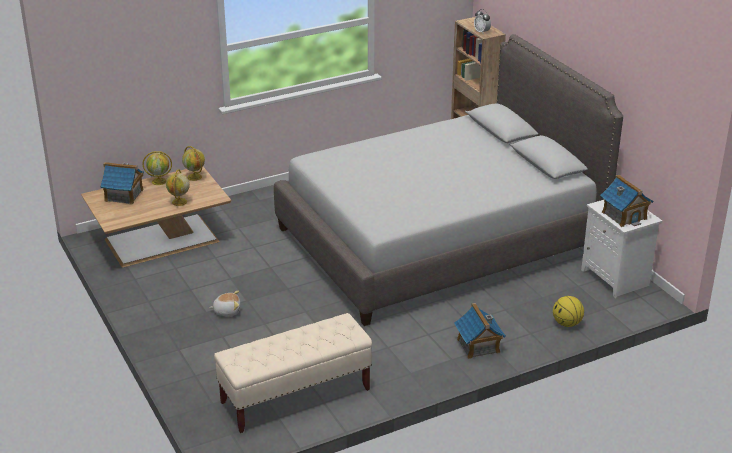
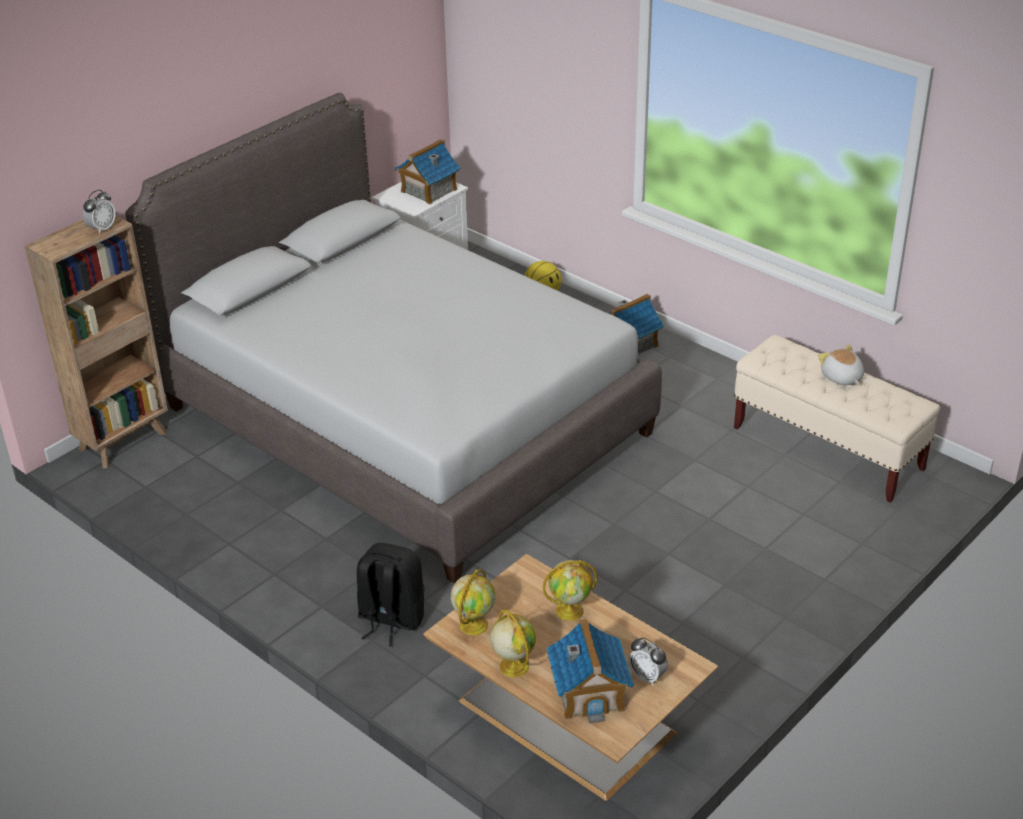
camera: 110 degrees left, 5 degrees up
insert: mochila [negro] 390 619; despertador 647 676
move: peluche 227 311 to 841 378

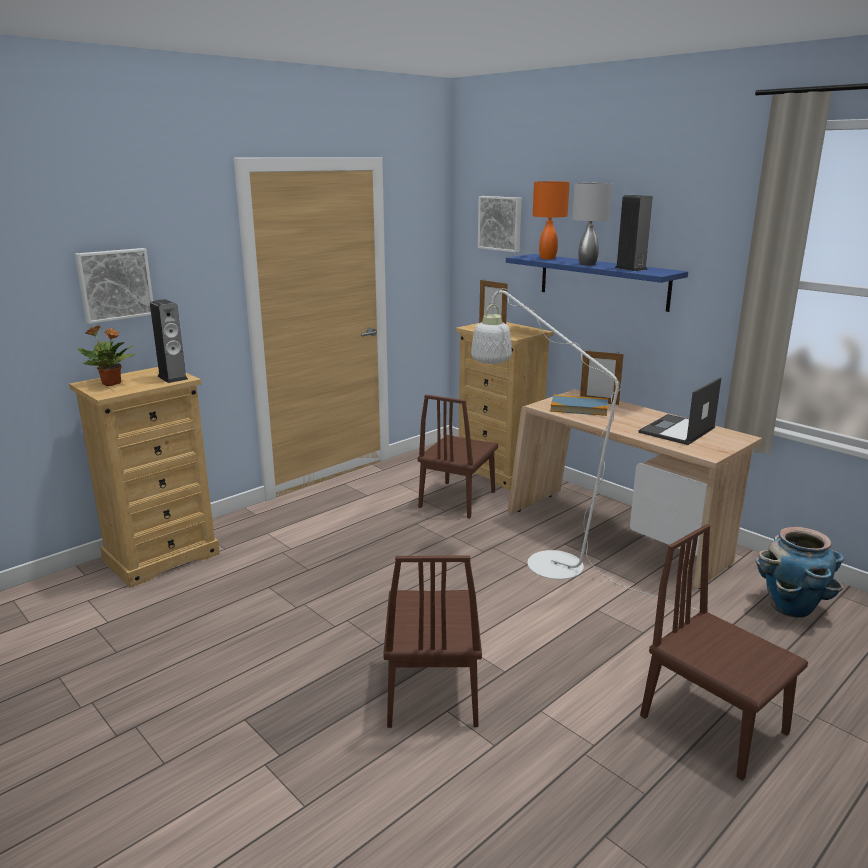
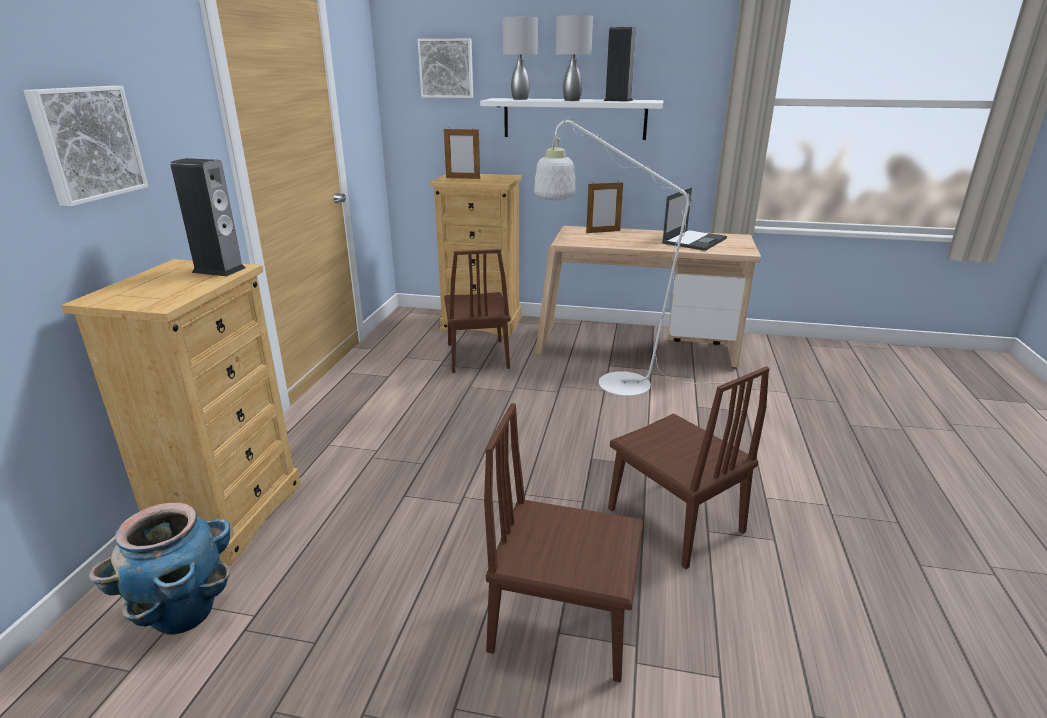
camera: 35 degrees left, 5 degrees up
delete: planta en maceta 112 384; libro 579 408
move: silla [marrón] 713 724 to 563 623; maceta 791 607 to 184 613
recolor: estante [azul] 603 281 to estante [blanco] 574 118; lámpara de mesa [naranja] 548 258 to lámpara de mesa [gris] 520 99
rotate: portátil 677 430 = 694 240 150 degrees counterclockwise

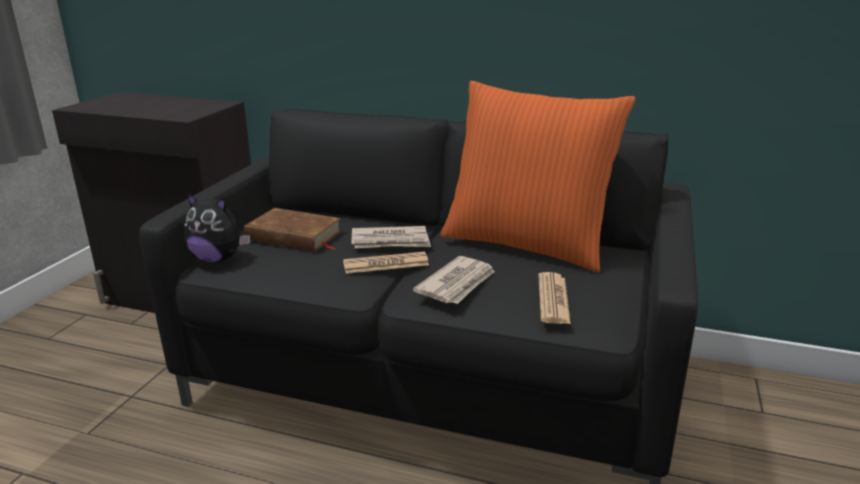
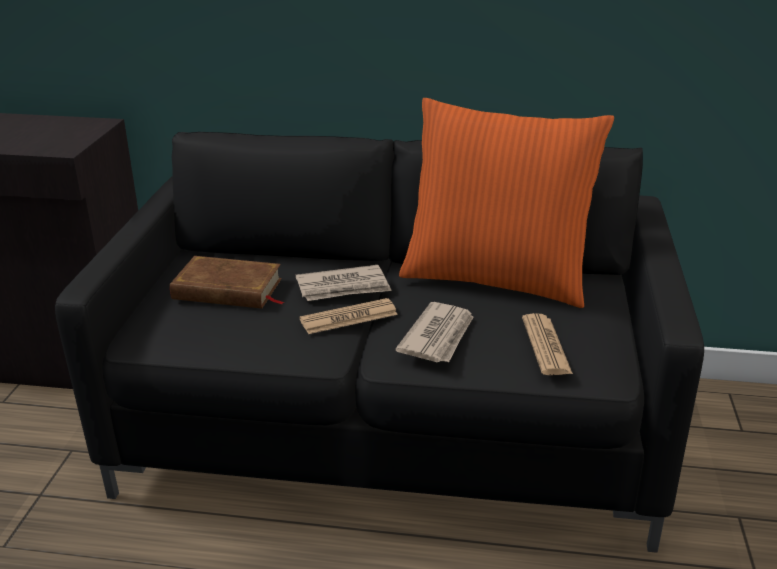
camera: 10 degrees left, 5 degrees up
delete: peluche 218 259

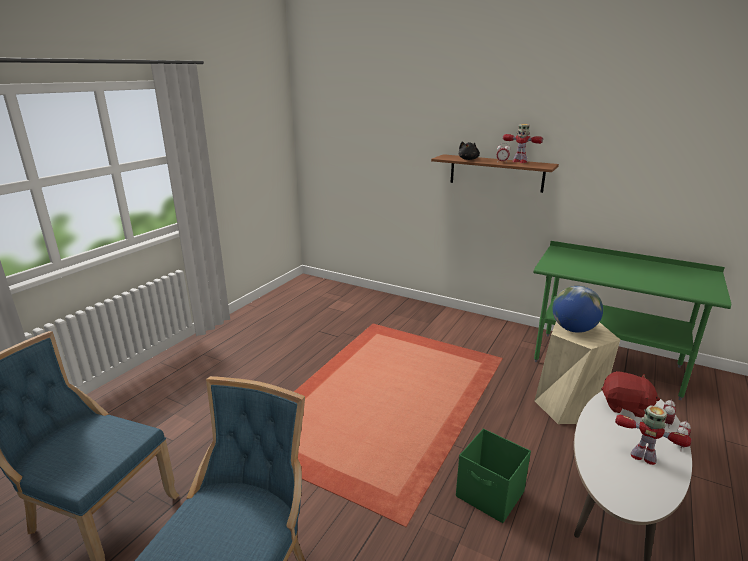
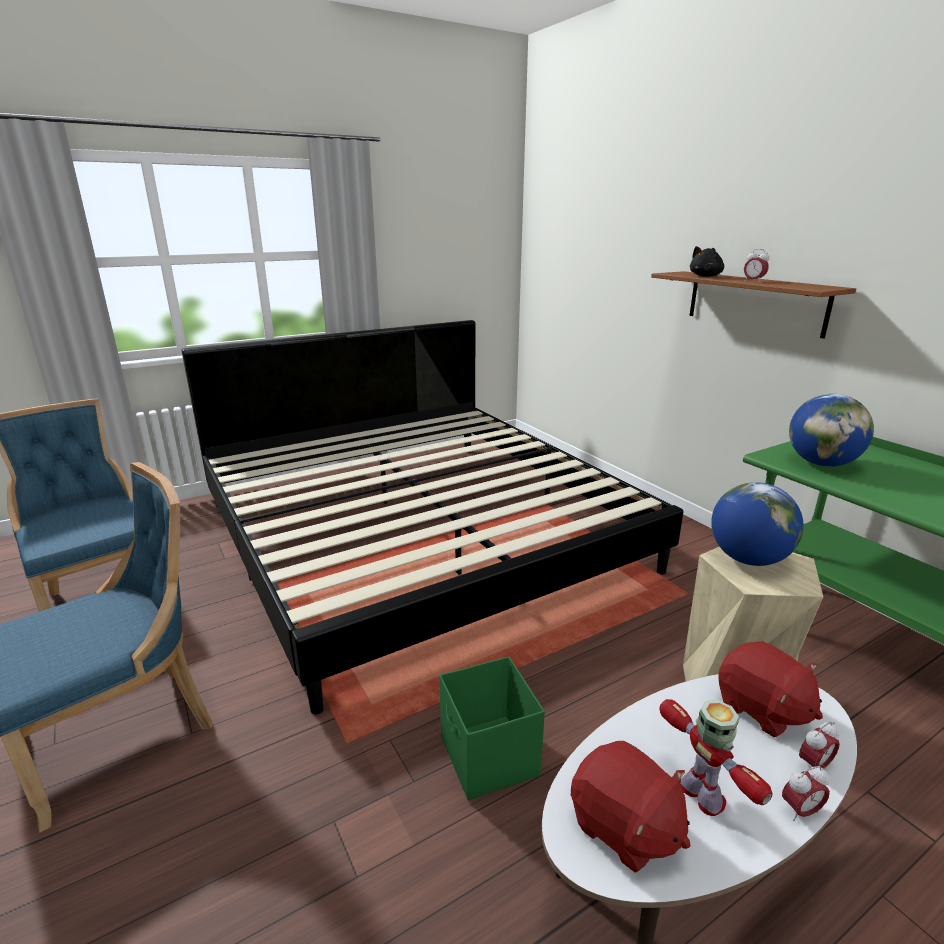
camera: 30 degrees right, 0 degrees up
delete: robot de juguete 519 161
insert: cama 418 534; peluche [rojo] 624 828; globo terráqueo 821 463

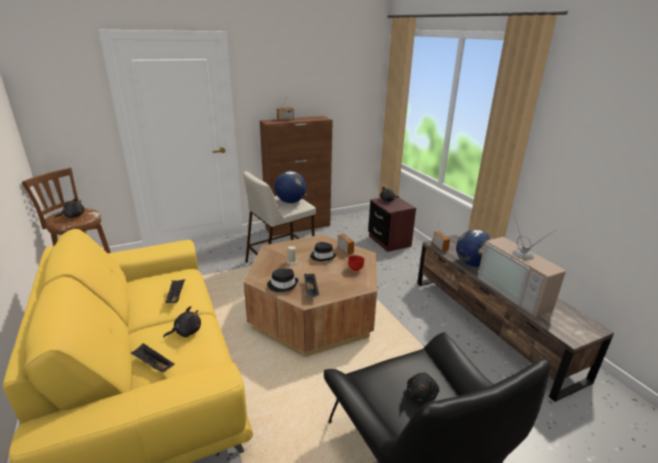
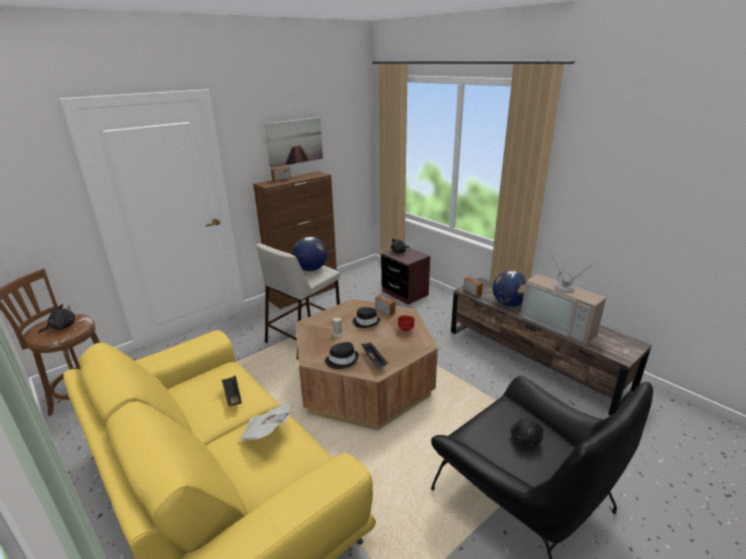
camera: 15 degrees left, 0 degrees up
delete: bandeja [negro] 153 364
insert: cuadro 294 141
replace: peluche [negro] 186 332 to periódico 267 433

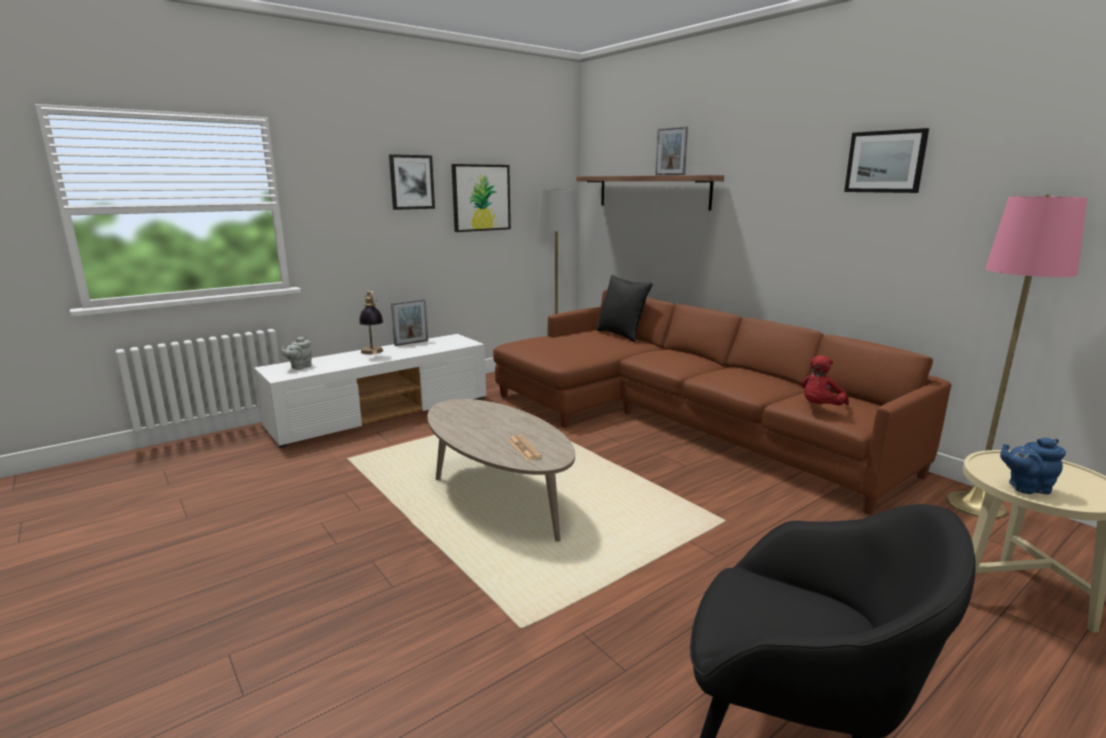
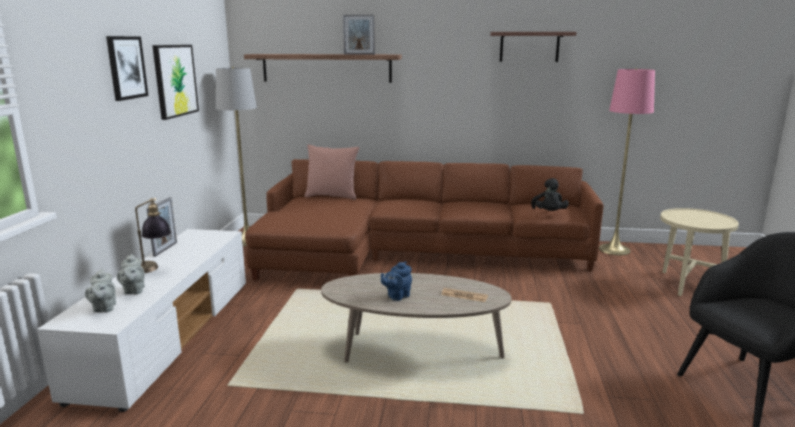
camera: 45 degrees left, 0 degrees up
insert: tetera [gris] 134 291
move: tetera [azul] 1026 488 to 397 296
replace: cuadro 885 162 to estante 529 47
recolor: cojín [negro] 621 335 to cojín [rosa] 332 196; peluche [rojo] 820 408 to peluche [negro] 549 213

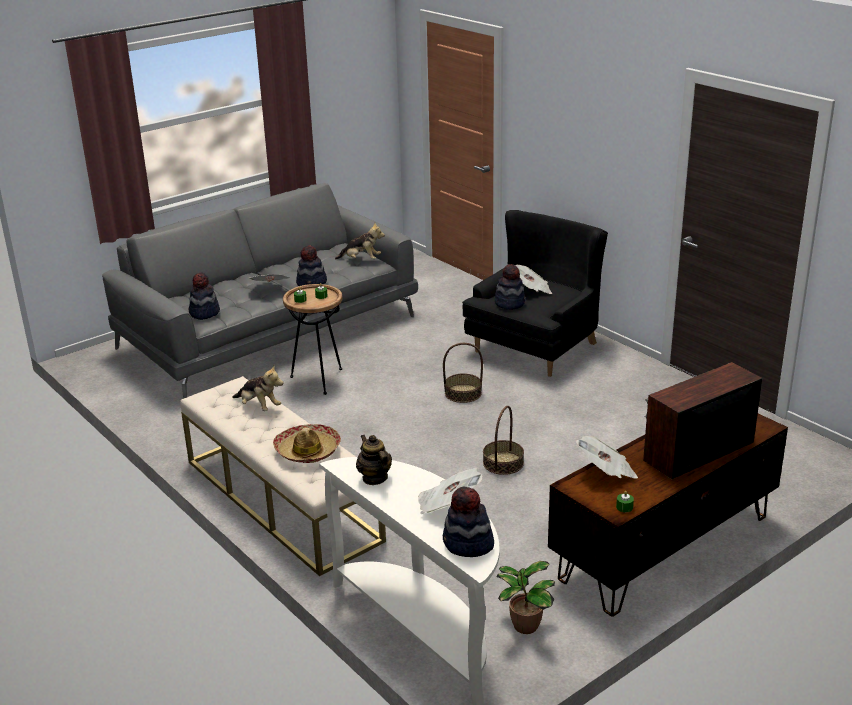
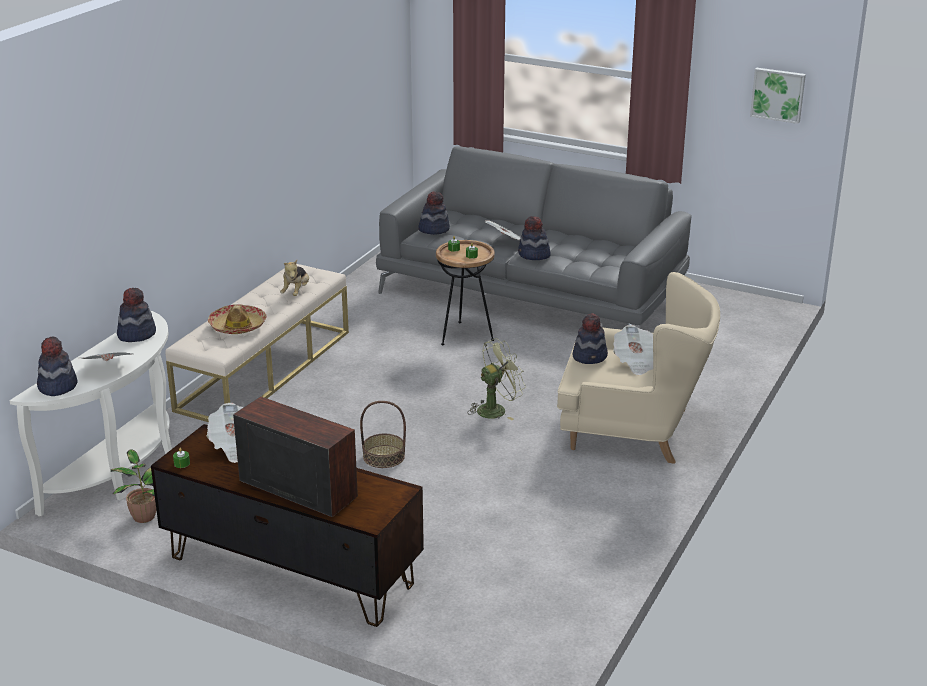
camera: 65 degrees right, 0 degrees up
delete: peluche 361 260
insert: cuadro 778 94
replace: tetera 374 478 to sombrero 136 334; cesta 463 393 to ventilador [verde] 496 409
recolor: sillón [negro] 538 346 to sillón [beis] 633 429

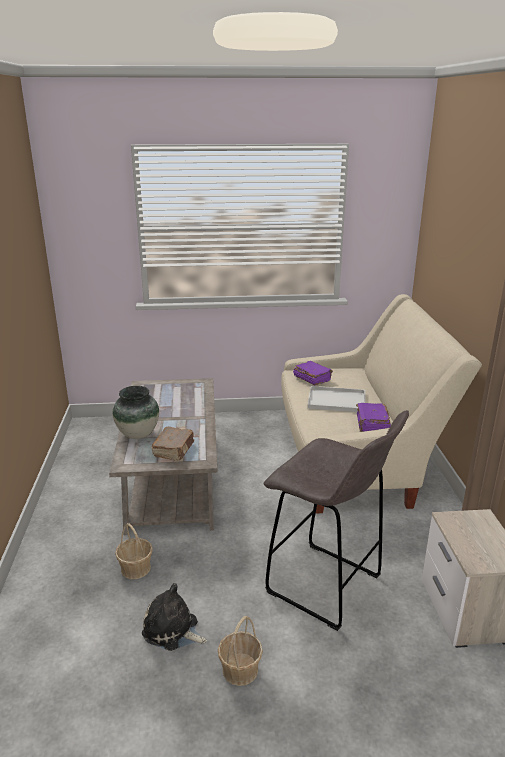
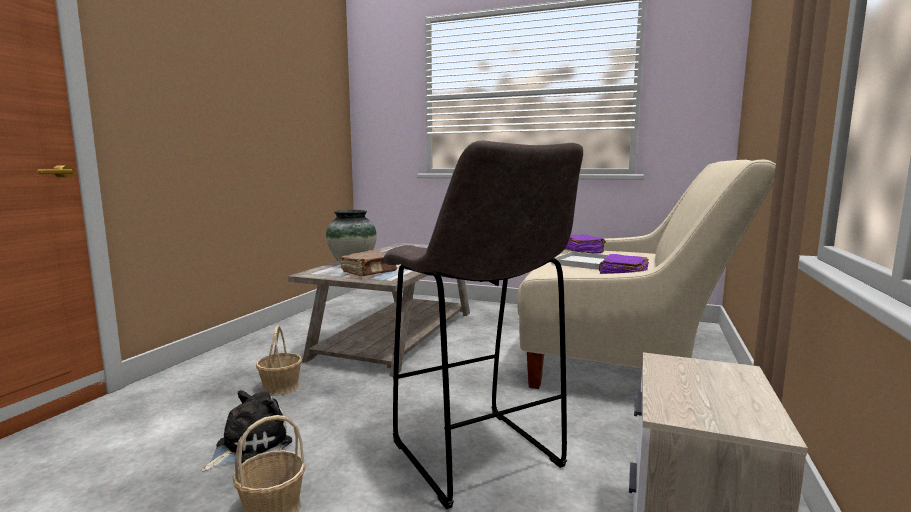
camera: 25 degrees right, 15 degrees down
rotate: peluche 173 630 = 249 446 75 degrees clockwise

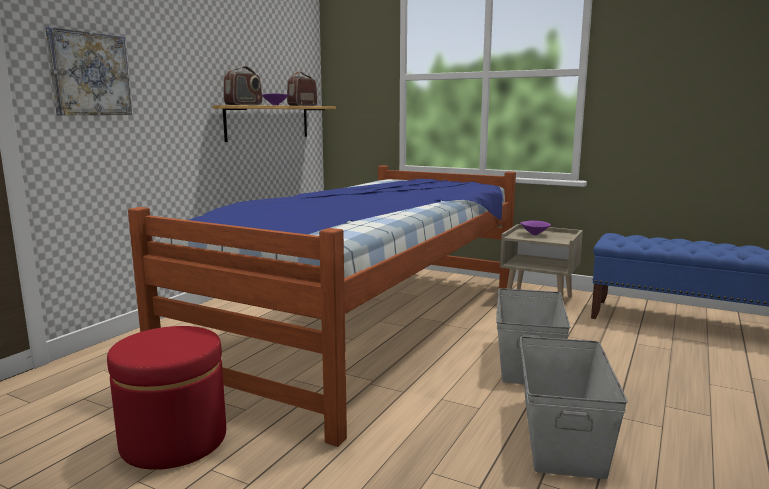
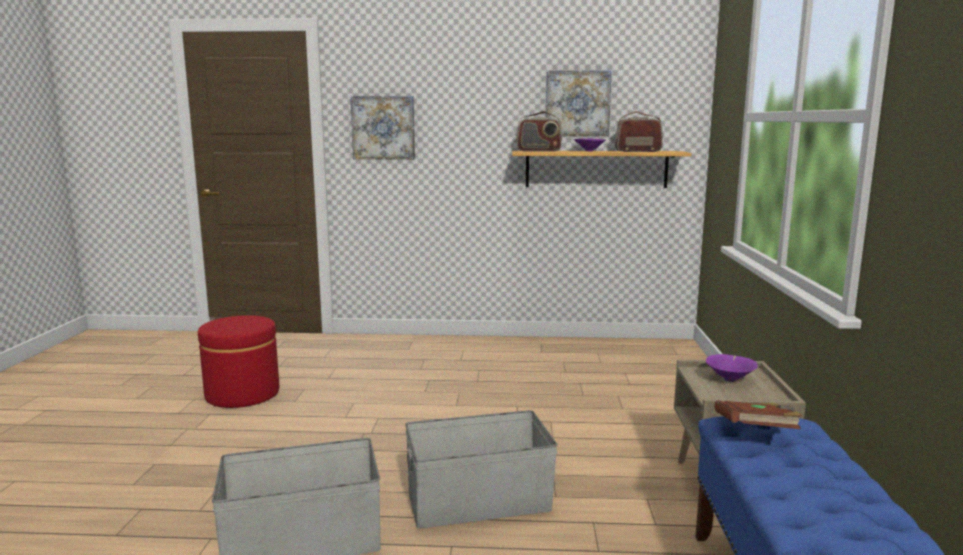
camera: 65 degrees right, 0 degrees up
delete: cama 365 325
insert: cuadro 577 103; libro [marrón] 755 432

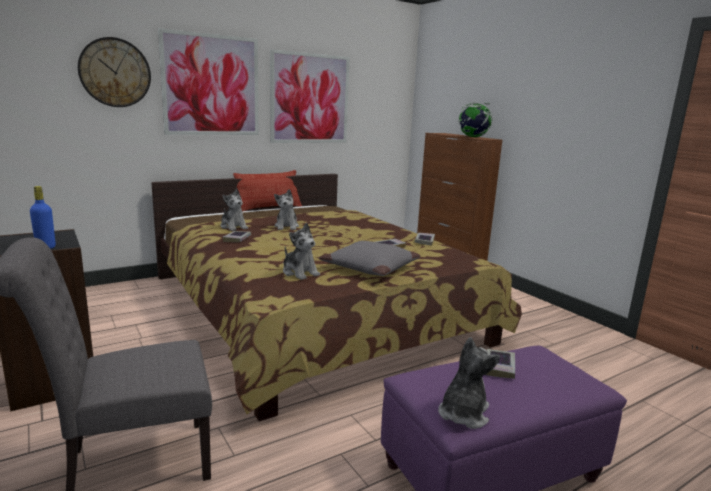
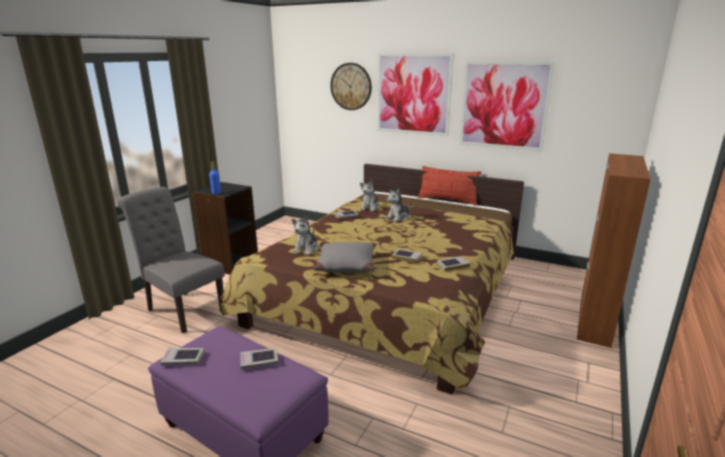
camera: 60 degrees right, 5 degrees up
delete: globo terráqueo 473 137
replace: peluche 463 414 to libro 183 359

